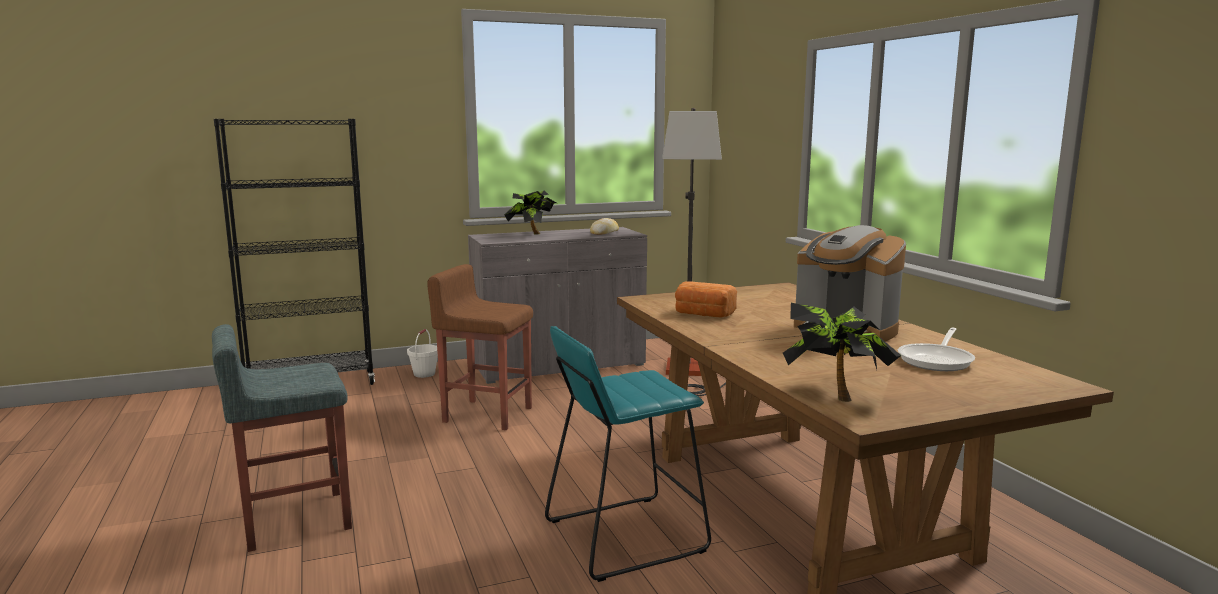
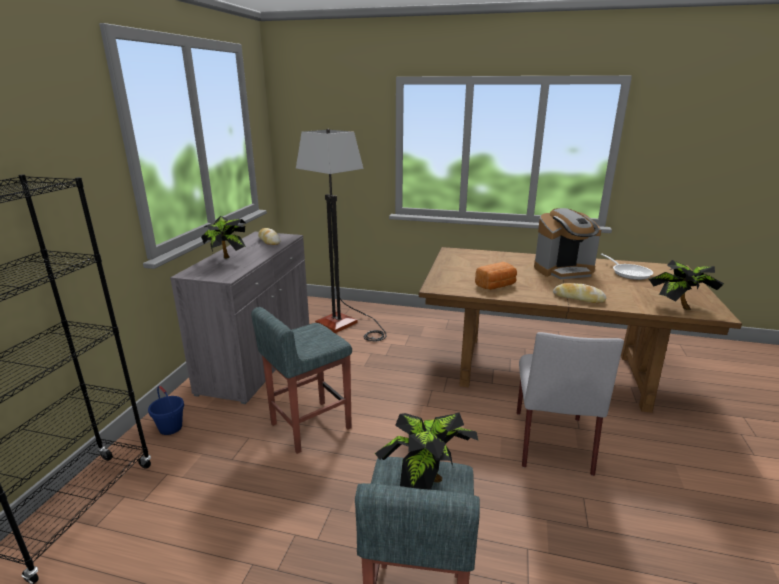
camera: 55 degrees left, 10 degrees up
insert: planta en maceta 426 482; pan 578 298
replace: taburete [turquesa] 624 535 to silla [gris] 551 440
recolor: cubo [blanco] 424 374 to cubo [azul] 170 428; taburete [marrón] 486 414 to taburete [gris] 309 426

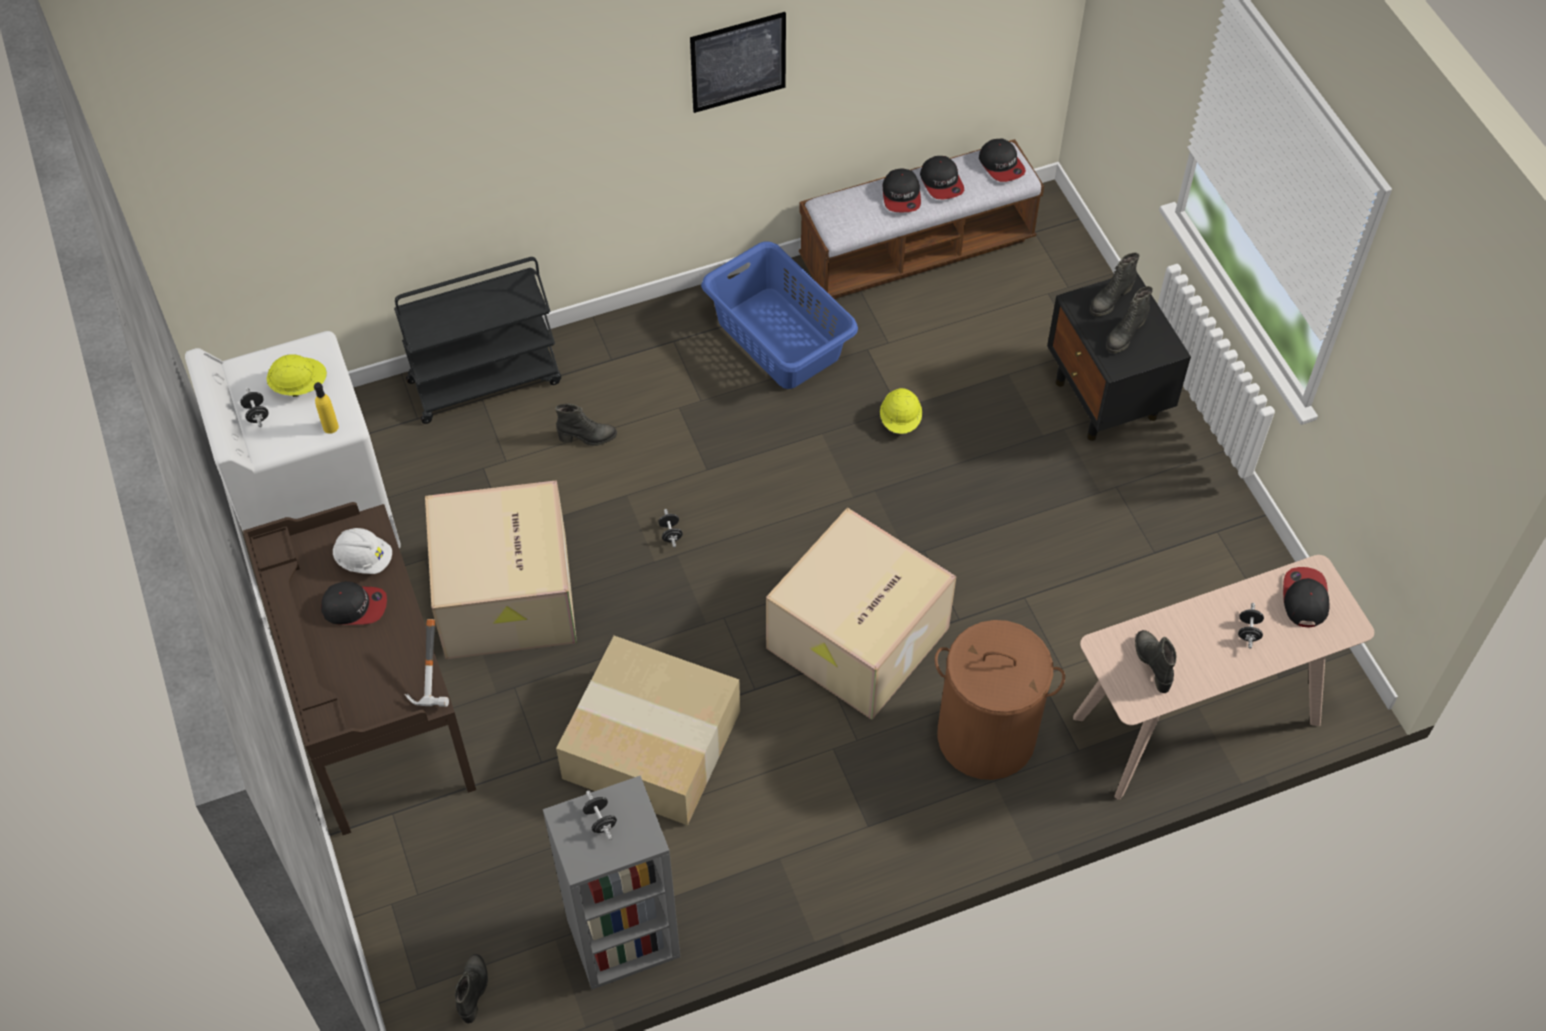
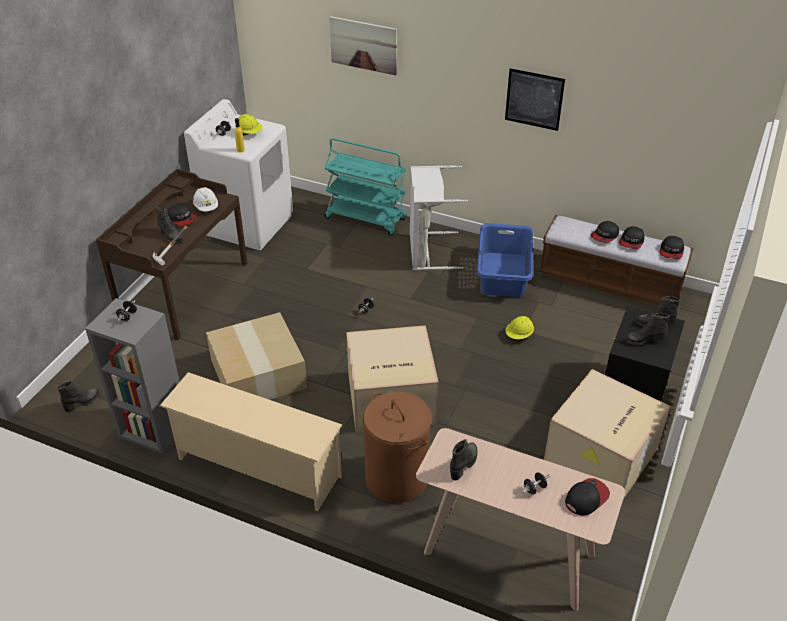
camera: 45 degrees right, 15 degrees down
insert: zapatero [beis] 257 468; cuadro 363 45; cesto de la ropa [gris] 427 251
move: caja de cartón 509 597 to 601 457; bota [negro] 587 437 to 171 236
recolor: carrito [negro] 485 380 to carrito [turquesa] 366 218

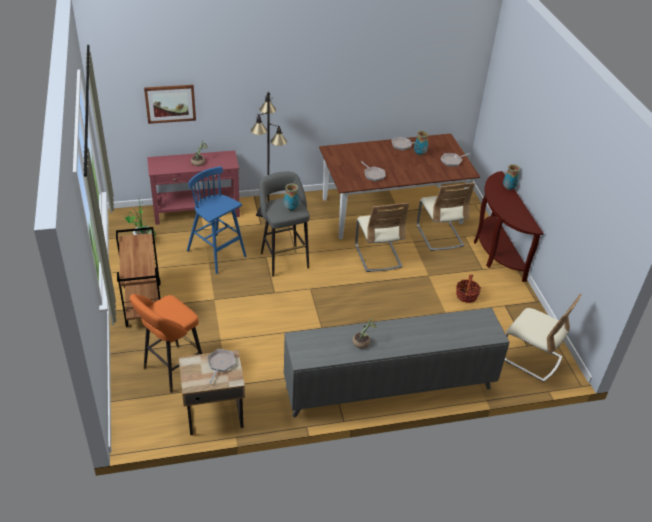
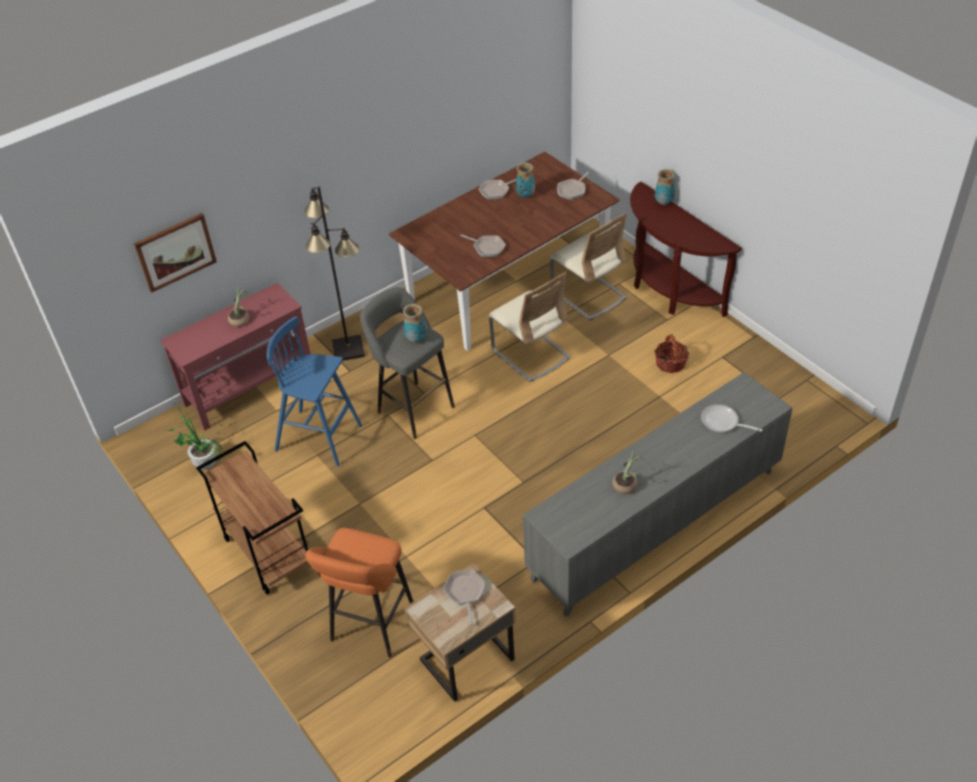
camera: 20 degrees left, 5 degrees up
delete: silla [beis] 531 358
insert: sartén 723 422

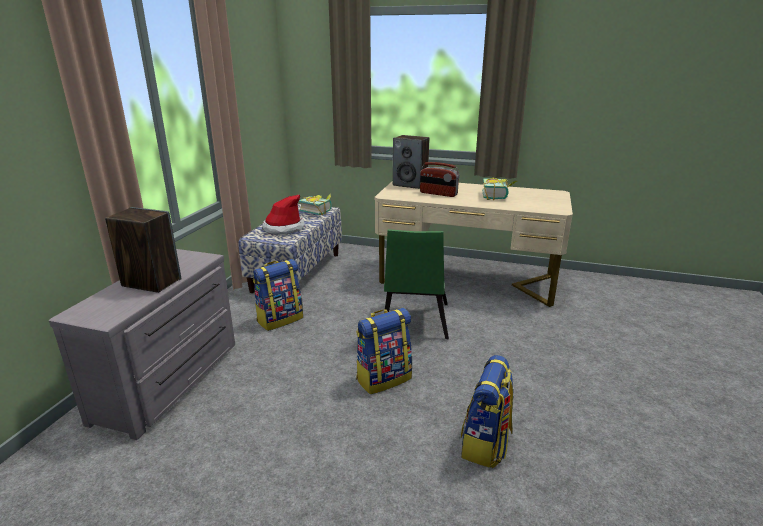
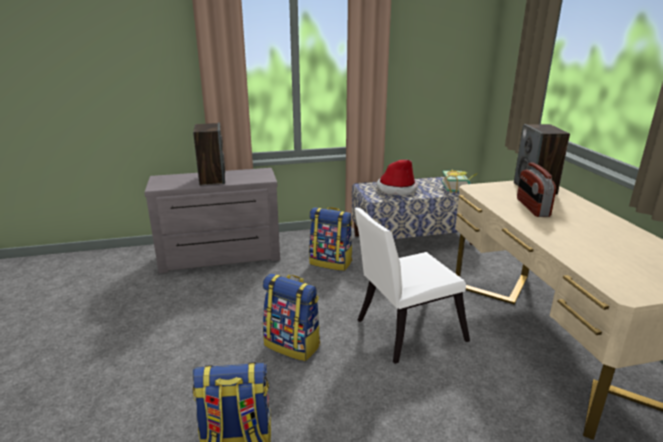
camera: 60 degrees right, 0 degrees up
delete: libro 498 196
recolor: silla [verde] 414 322 to silla [blanco] 404 331

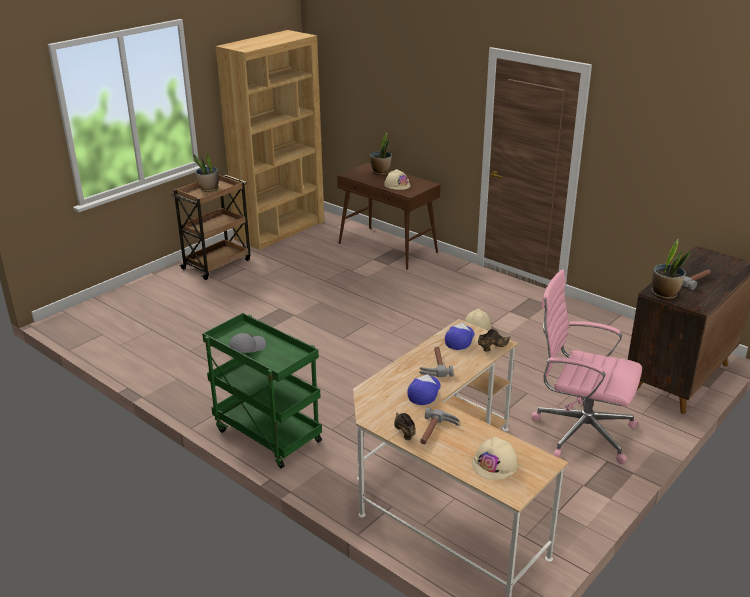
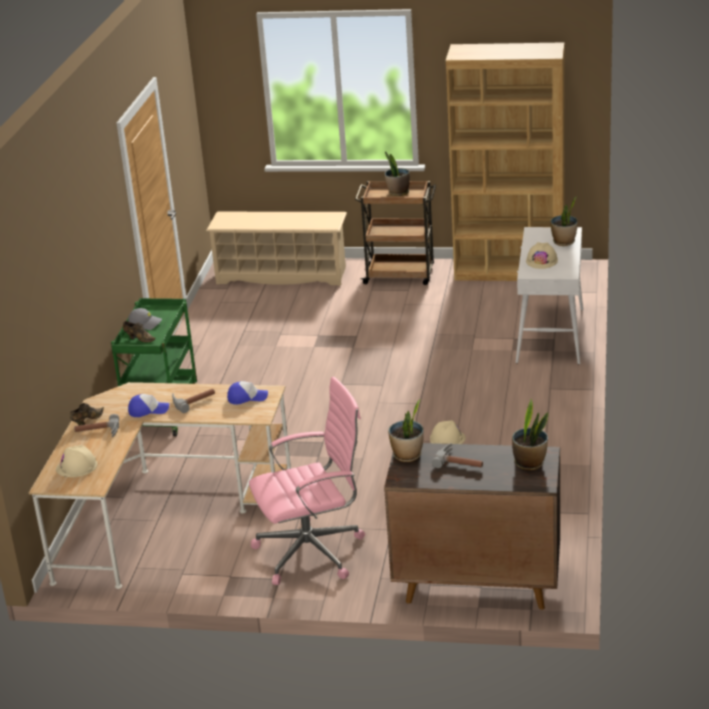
camera: 60 degrees right, 0 degrees up
insert: zapatero [beis] 282 275; planta en maceta 530 463
move: zapato [marrón] 492 347 to 139 339
recolor: mesa consola [marrón] 388 248 to mesa consola [blanco] 550 336
rotate: silla de oficina [rosa] 580 431 = 313 551 75 degrees clockwise

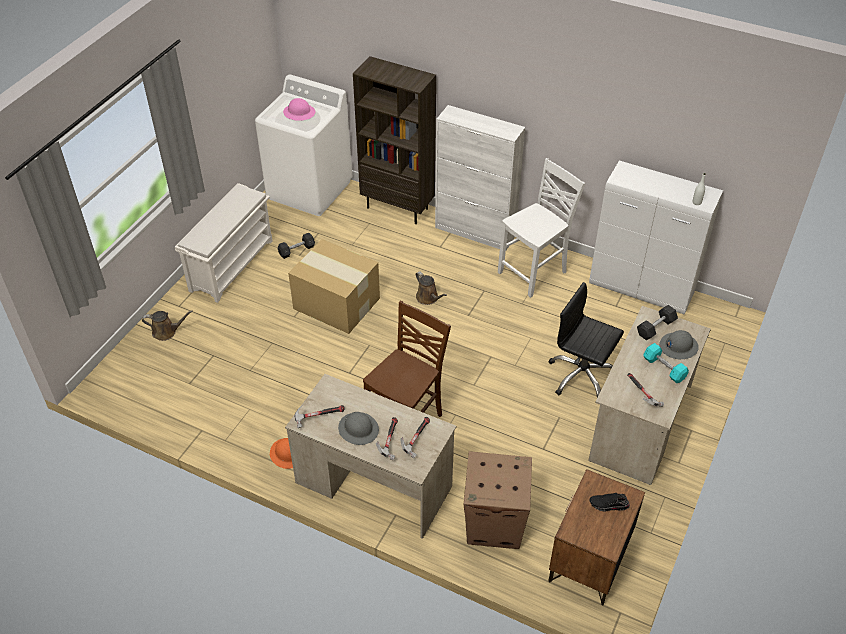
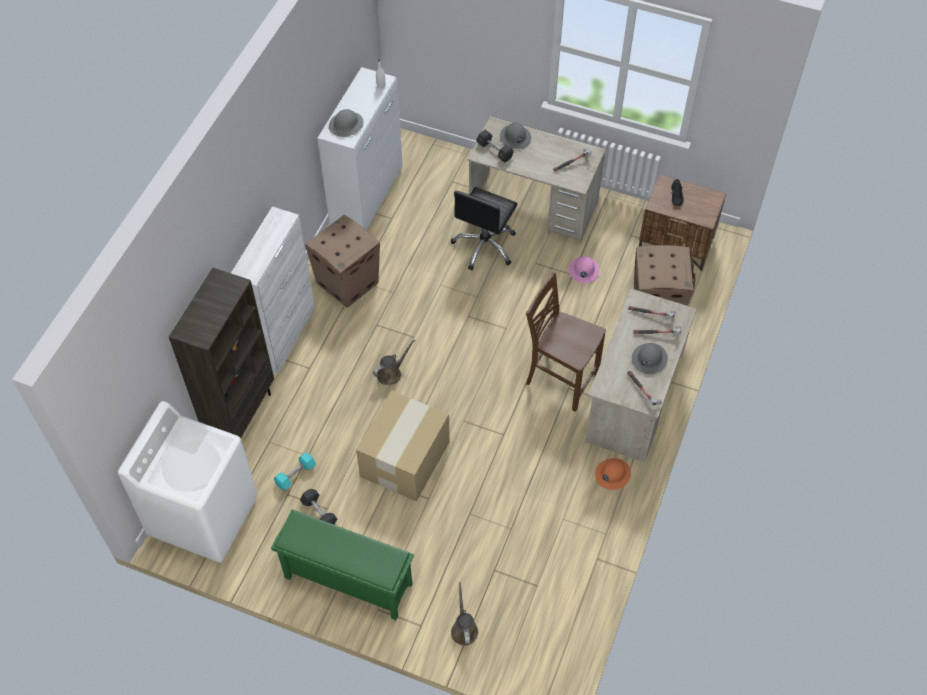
camera: 95 degrees left, 10 degrees up
insert: casco [gris] 346 125
move: casco [rosa] 299 113 to 583 270; mancuerna [turquesa] 664 368 to 295 475
replace: silla [blanco] 534 273 to caja de cartón 348 282
recolor: zapatero [blanco] 231 264 to zapatero [verde] 347 581

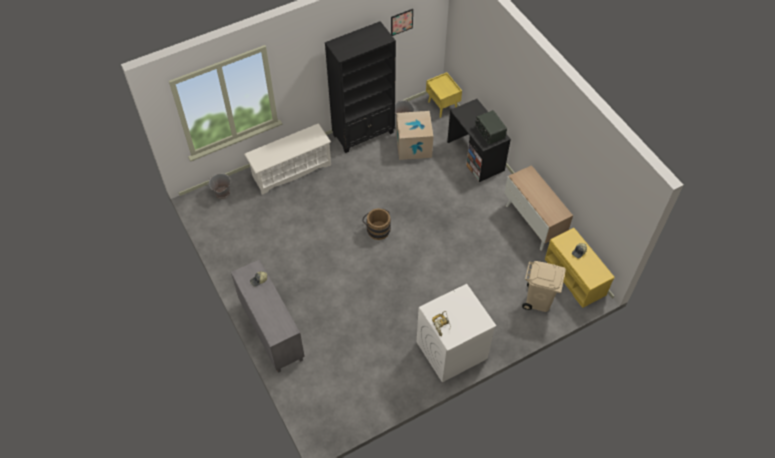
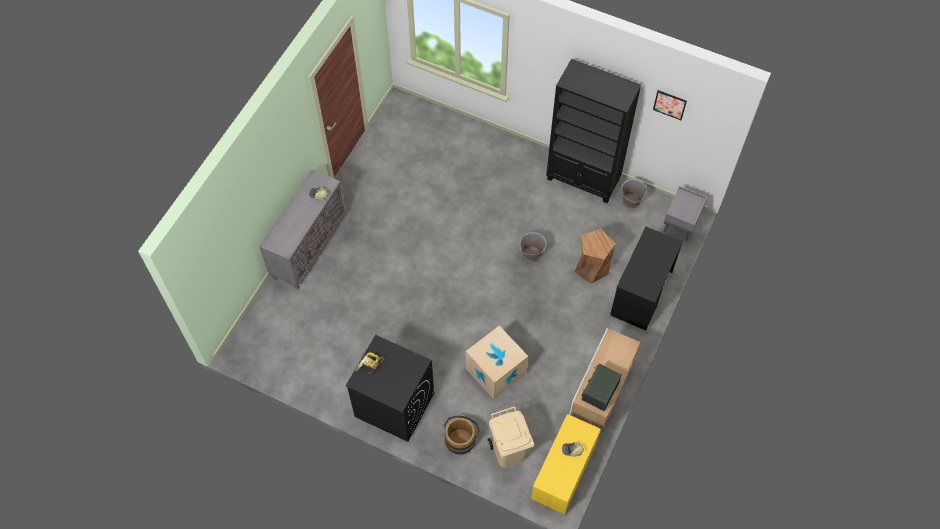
camera: 55 degrees right, 5 degrees up
delete: zapatero [blanco] 291 170
insert: taburete [marrón] 591 268
move: cubo [gris] 222 193 to 531 254; cubo [marrón] 377 229 to 461 439; caja de cartón 413 146 to 496 371; radio 489 132 to 599 390
recolor: lavadora [blanco] 451 350 to lavadora [negro] 394 405; mesita de noche [amarillo] 443 106 to mesita de noche [gris] 680 225

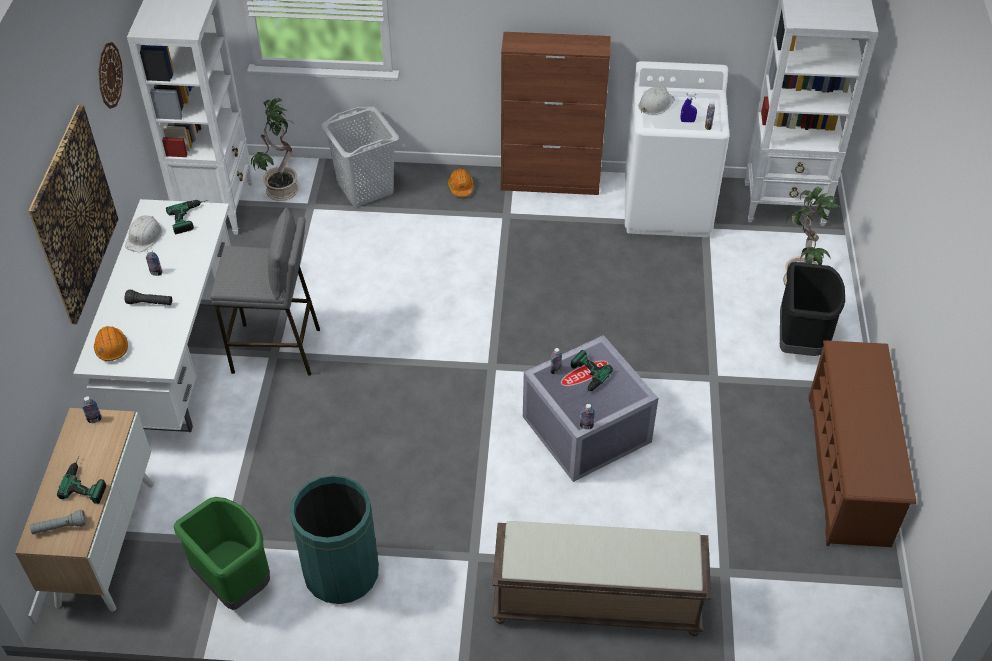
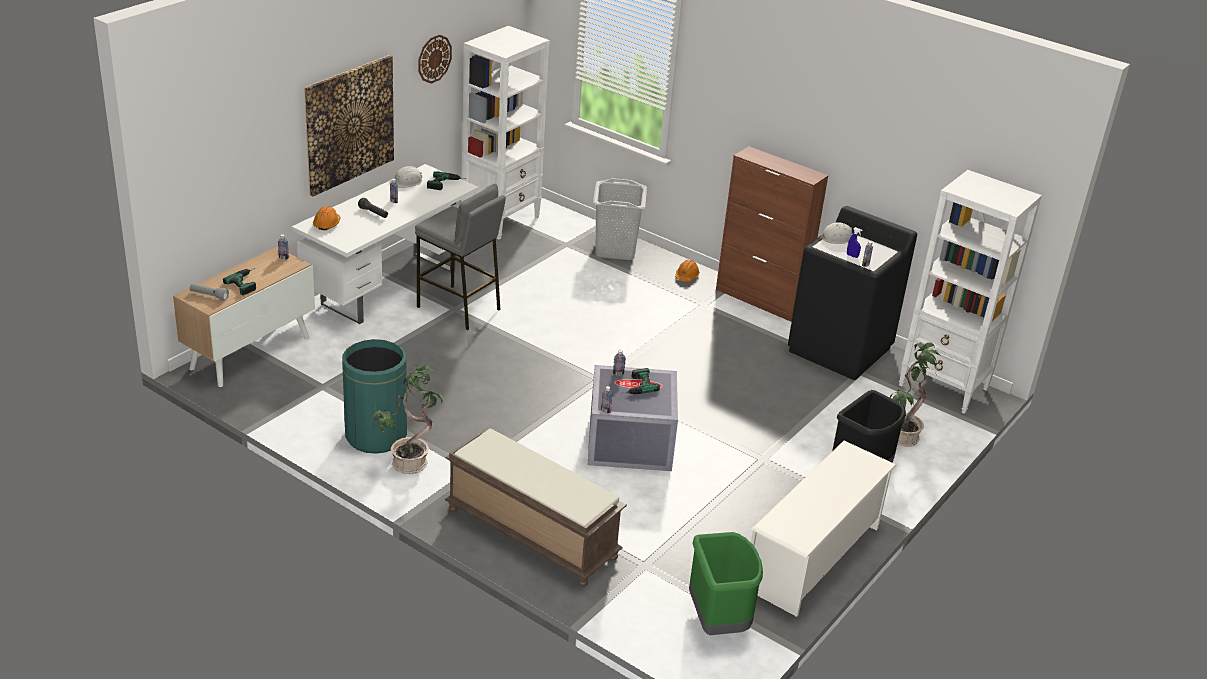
camera: 30 degrees right, 15 degrees down
move: papelera [verde] 234 581 to 718 621; planta en maceta 281 189 to 409 462
recolor: lavadora [blanco] 667 206 to lavadora [negro] 840 350; zapatero [marrón] 848 470 to zapatero [blanco] 813 558

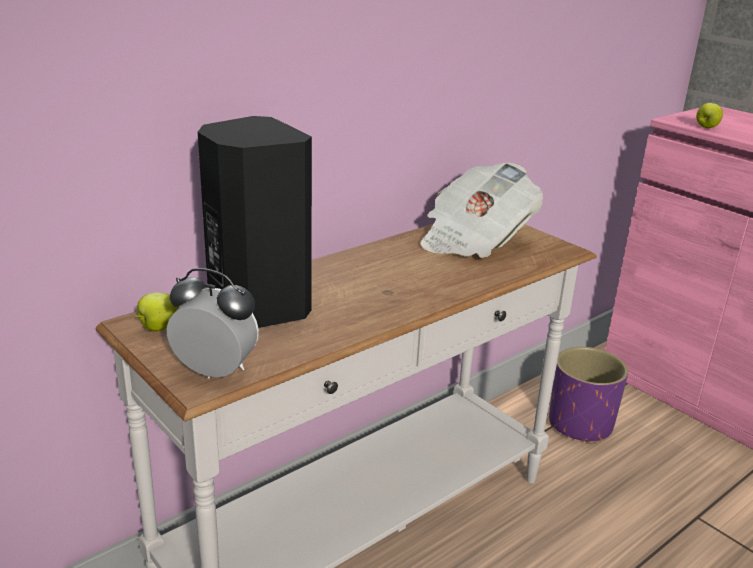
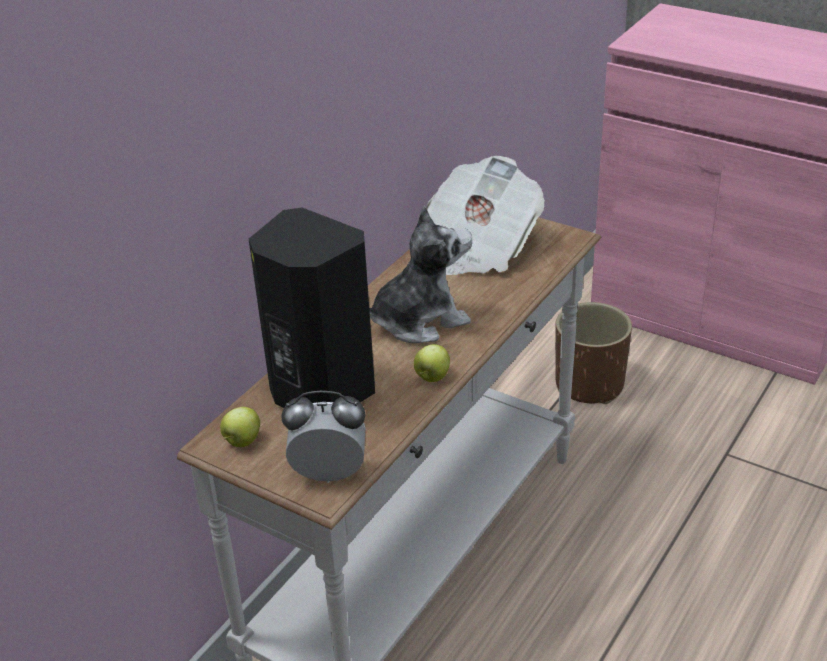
camera: 15 degrees left, 10 degrees up
insert: peluche 419 320
move: manzana 706 127 to 432 377
recolor: maceta [morado] 580 424 to maceta [marrón] 589 385

